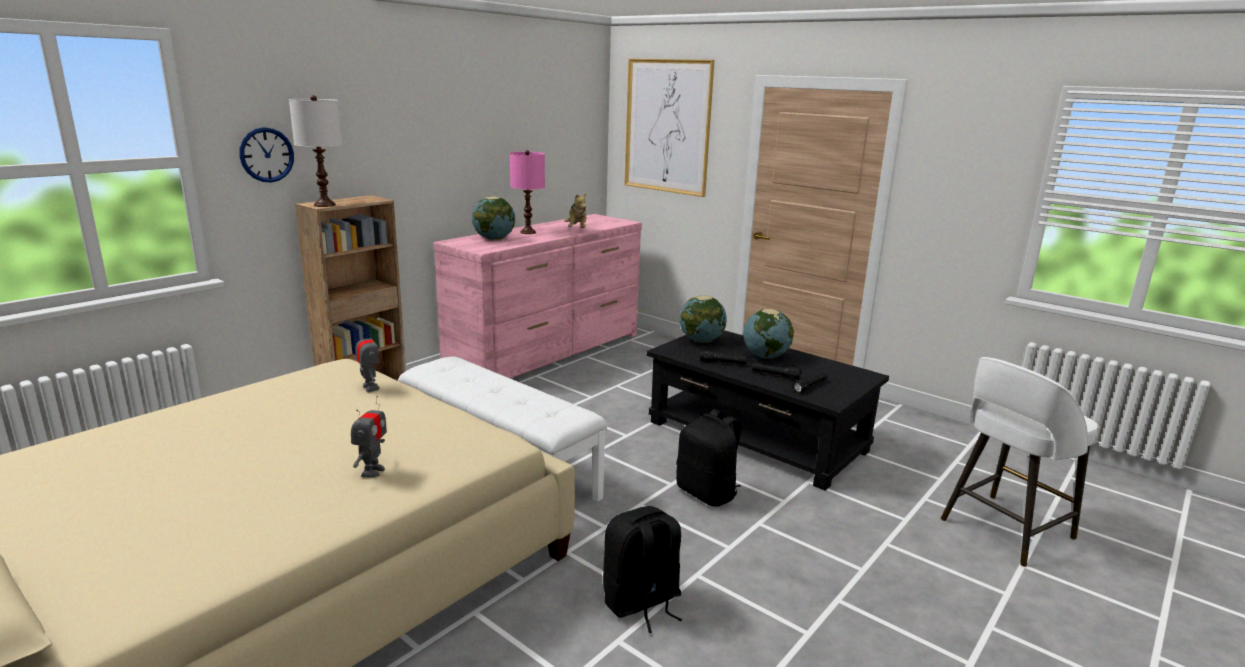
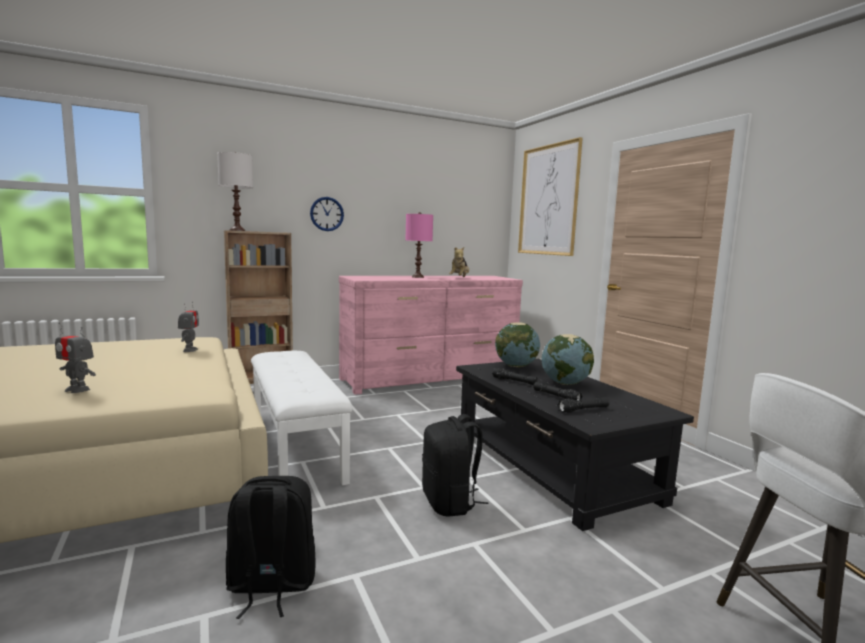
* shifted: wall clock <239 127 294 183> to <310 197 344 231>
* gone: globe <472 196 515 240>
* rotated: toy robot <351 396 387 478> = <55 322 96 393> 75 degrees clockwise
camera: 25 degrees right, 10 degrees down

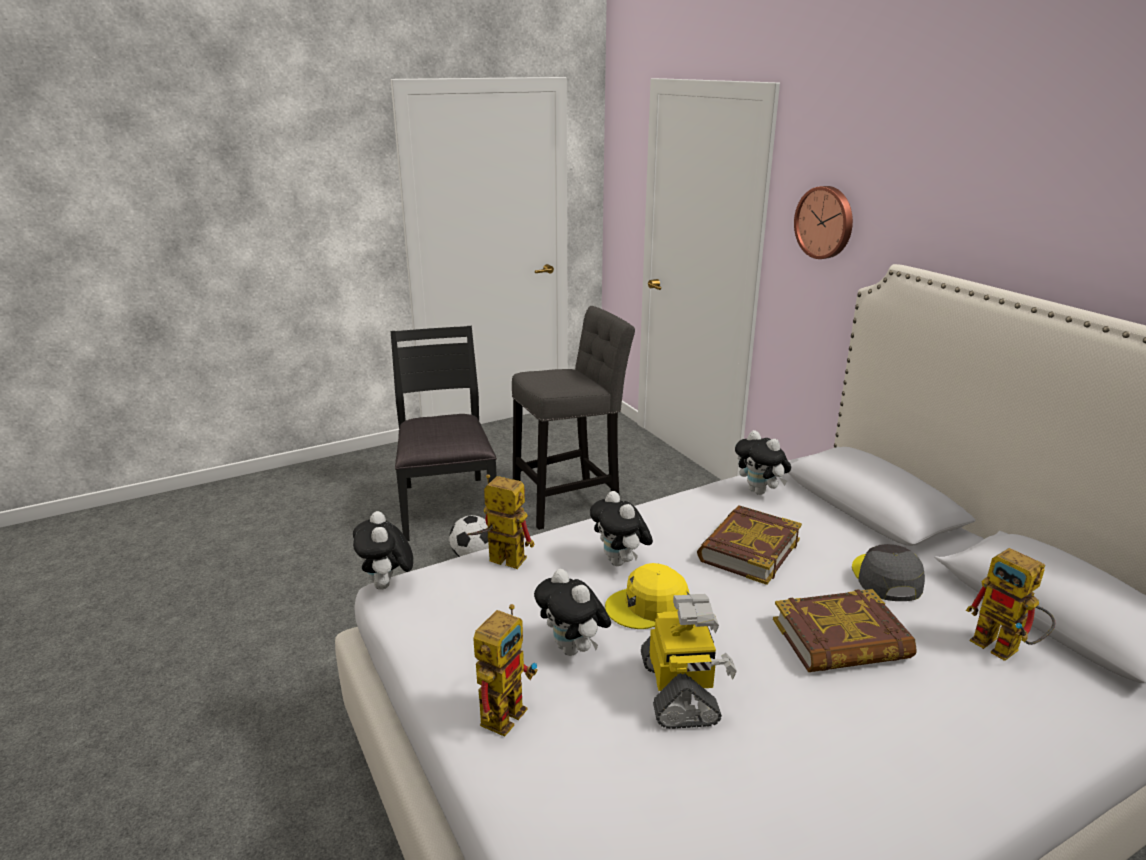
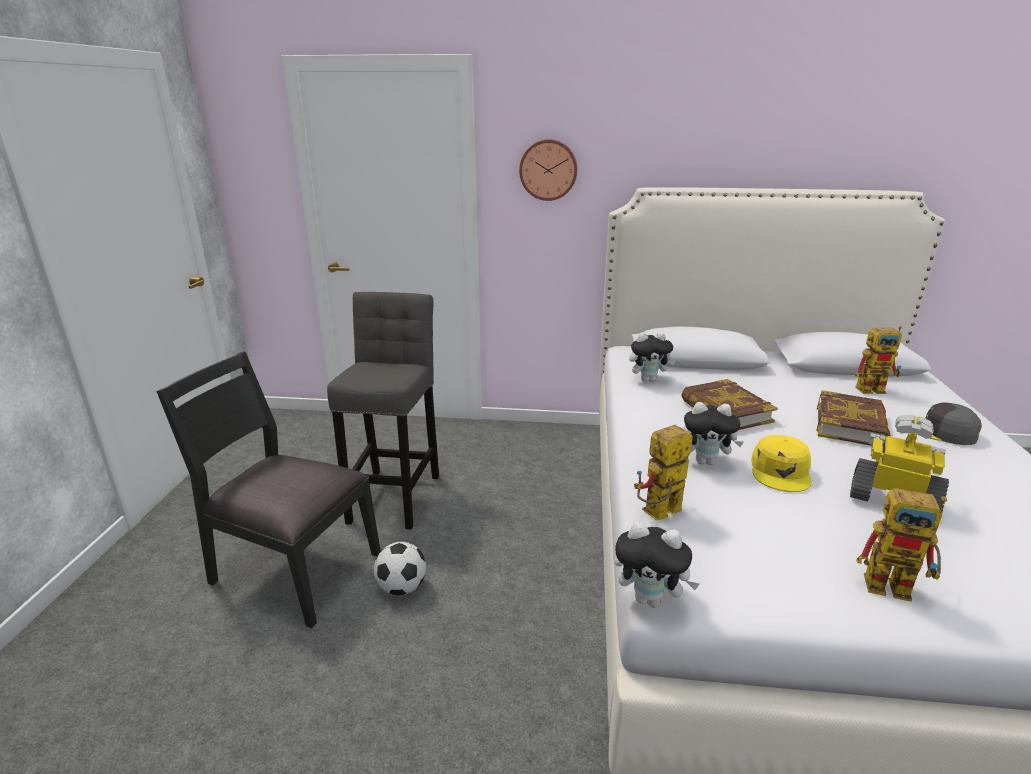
* shifted: cap in grey <852 544 925 601> to <914 402 982 445>
* gone: plush toy <534 569 611 656>
* rotated: toy robot <473 604 538 737> = <856 488 947 602> 135 degrees clockwise
camera: 55 degrees left, 0 degrees up

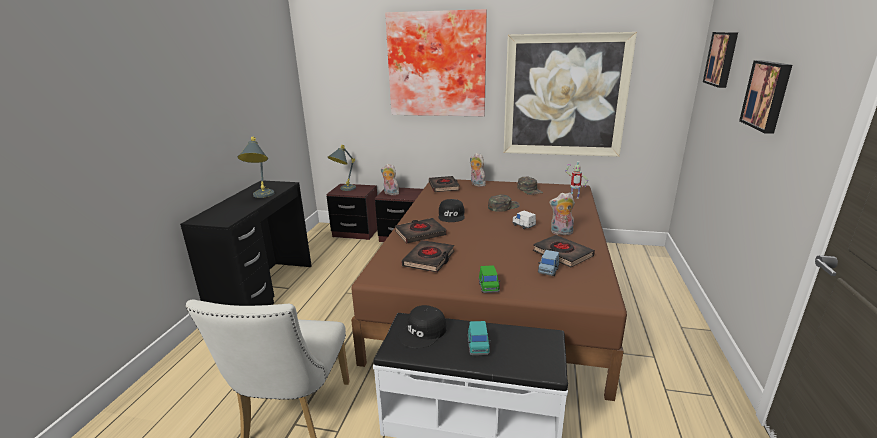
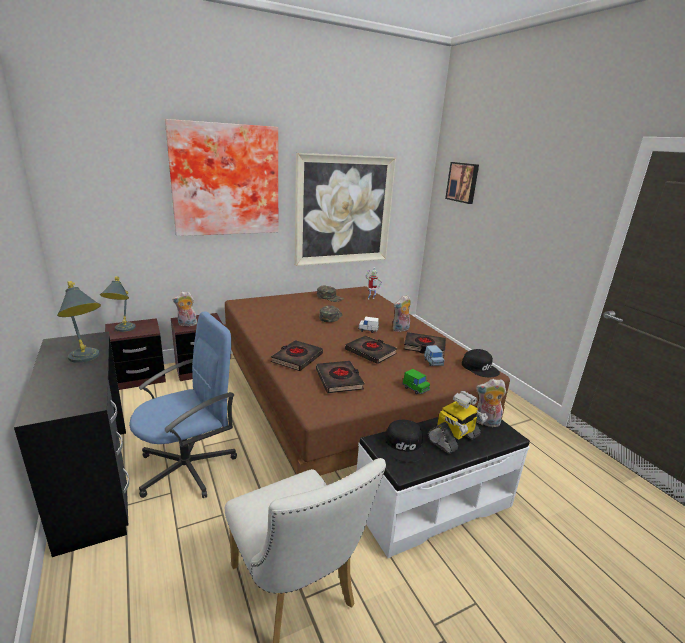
* gone: picture <739 60 792 134>
* shifted: plush toy <470 153 486 187> to <476 379 506 427>
* shifted: book in black <429 176 460 192> to <345 336 397 364>
* shifted: cap in black <438 199 465 222> to <462 349 500 377>
* swapped: toy car in turquoise <468 321 491 355> to toy robot <428 391 488 454>
* new: office chair in blue <129 311 237 498>
camera: 40 degrees left, 0 degrees up

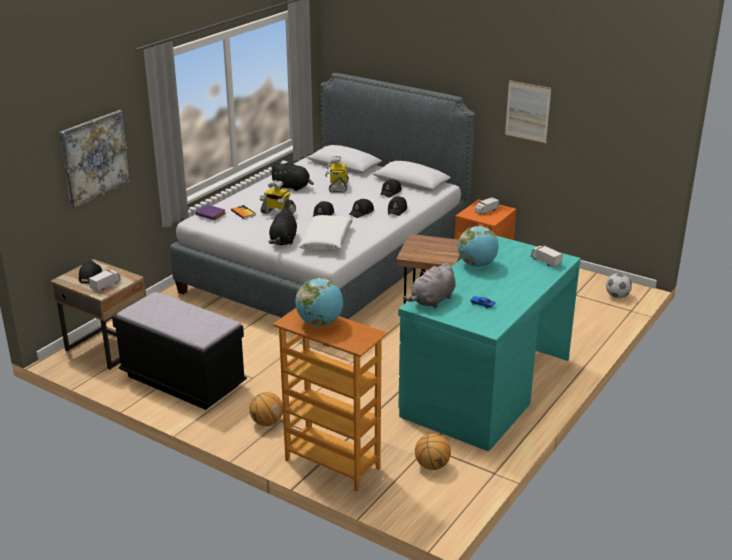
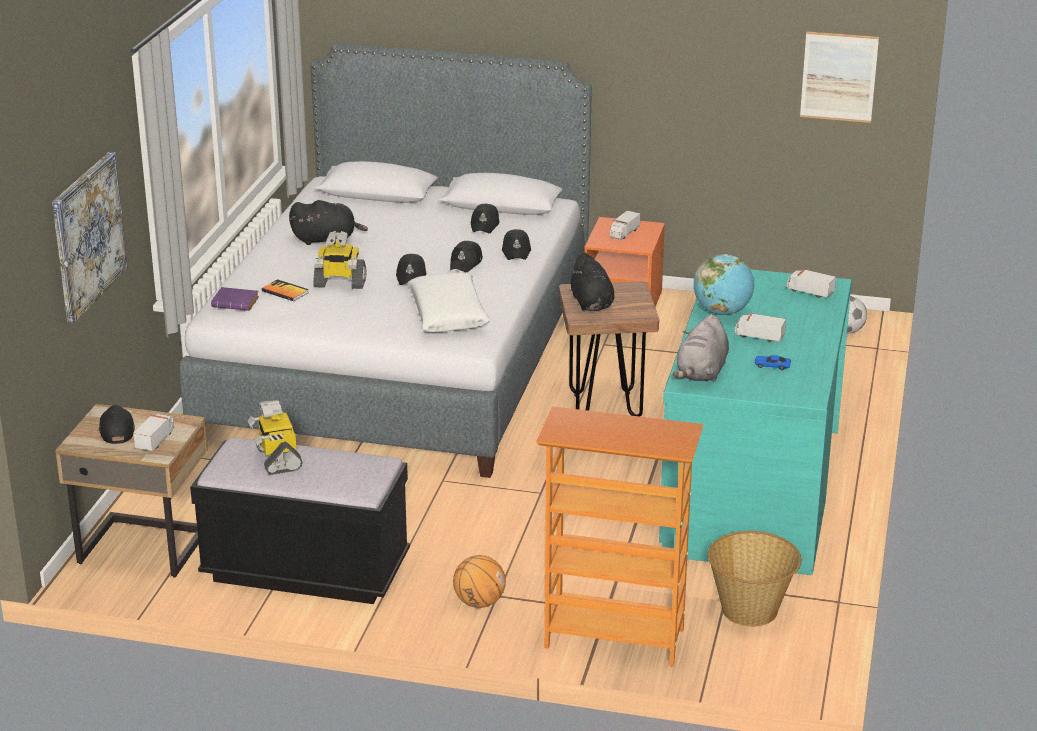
* shifted: picture <505 80 551 144> to <800 31 879 123>
* shifted: toy robot <325 156 349 193> to <248 400 302 475>
* shifted: plush toy in black <268 207 297 245> to <569 252 614 311>
* gone: globe <295 278 343 326>
* swapped: basketball <415 433 451 470> to basket <708 531 802 627>
* new: toy truck <735 313 786 342>
camera: 20 degrees left, 0 degrees up

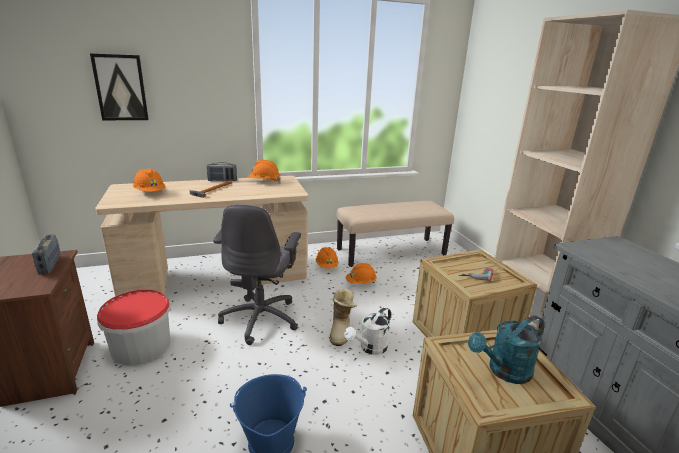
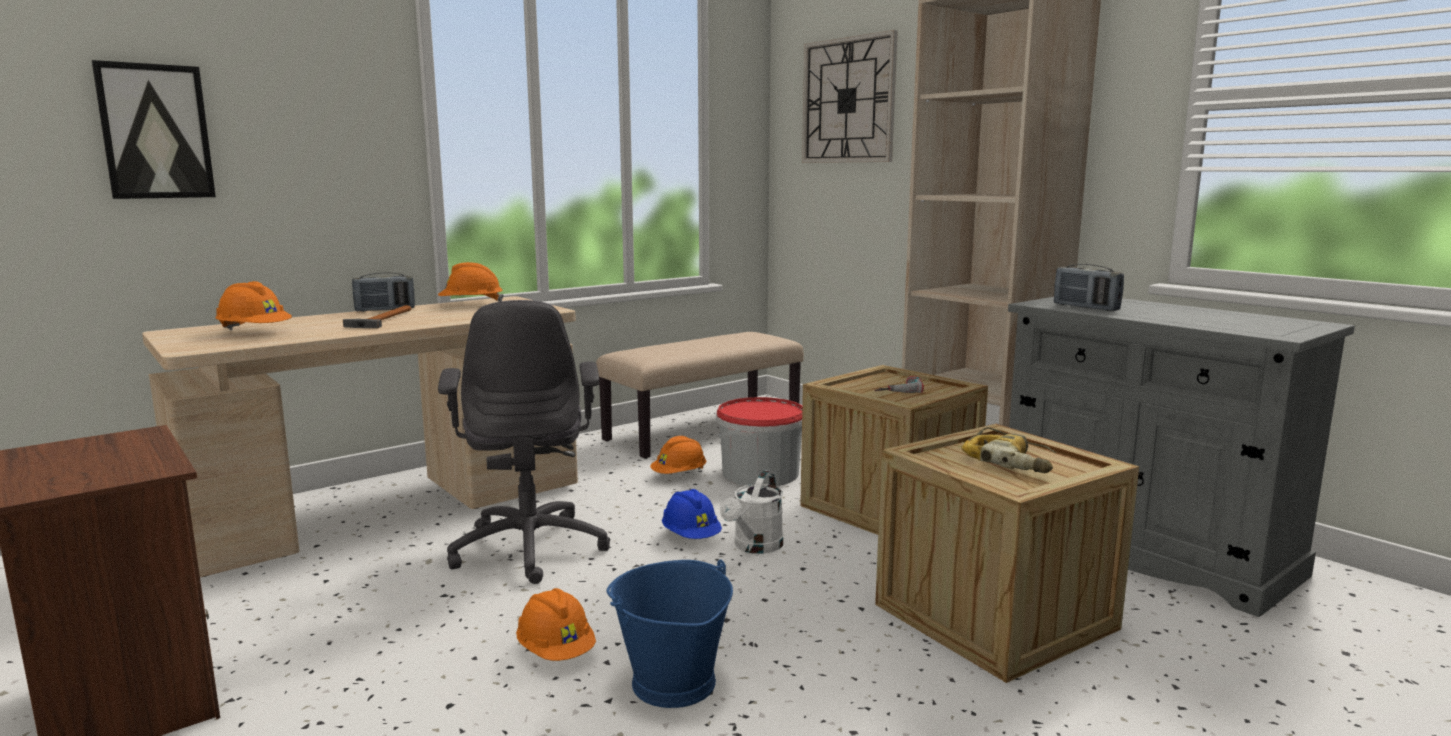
* shifted: radio <32 234 61 275> to <1054 264 1124 311>
* shifted: hard hat in orange <315 247 338 269> to <516 588 596 661>
* swapped: boot <330 288 357 346> to hard hat in blue <662 489 722 539>
* shifted: bucket <97 289 171 365> to <716 397 802 486>
* swapped: watering can in turquoise <468 315 545 384> to power drill <962 427 1056 473>
* new: wall clock <802 30 898 163>
camera: 20 degrees left, 10 degrees down

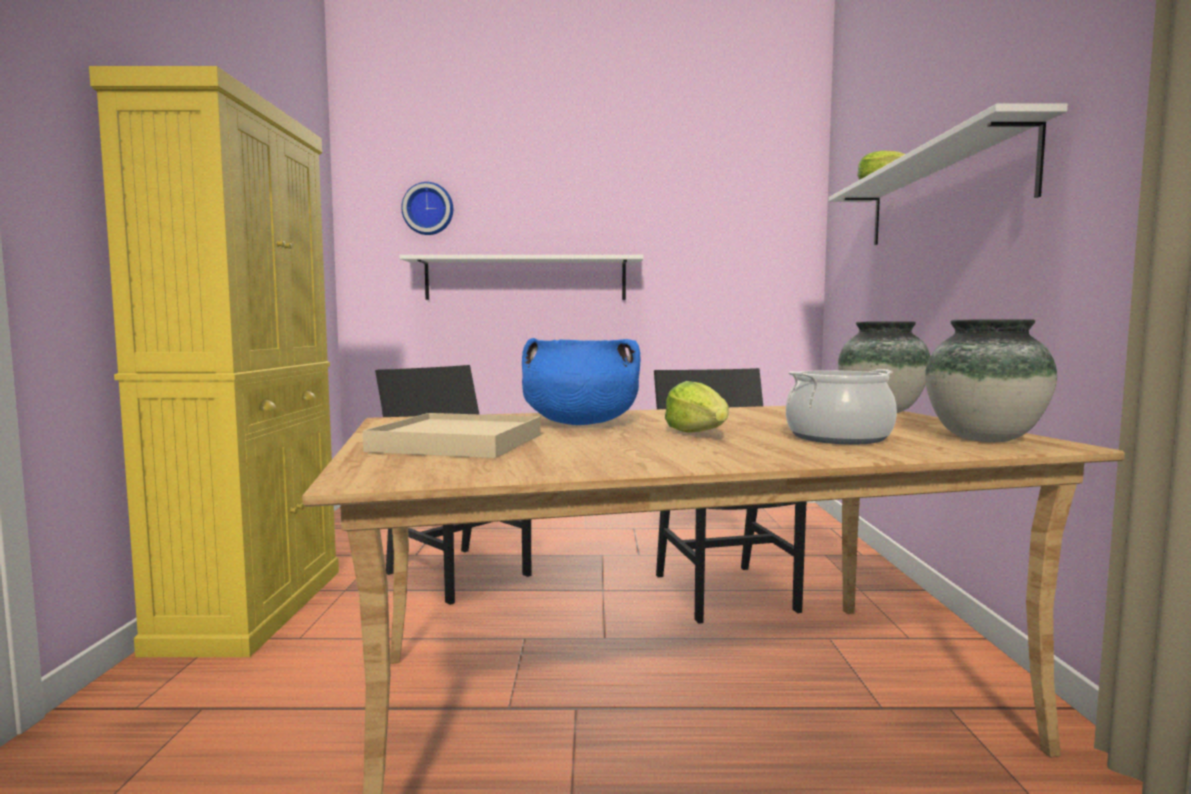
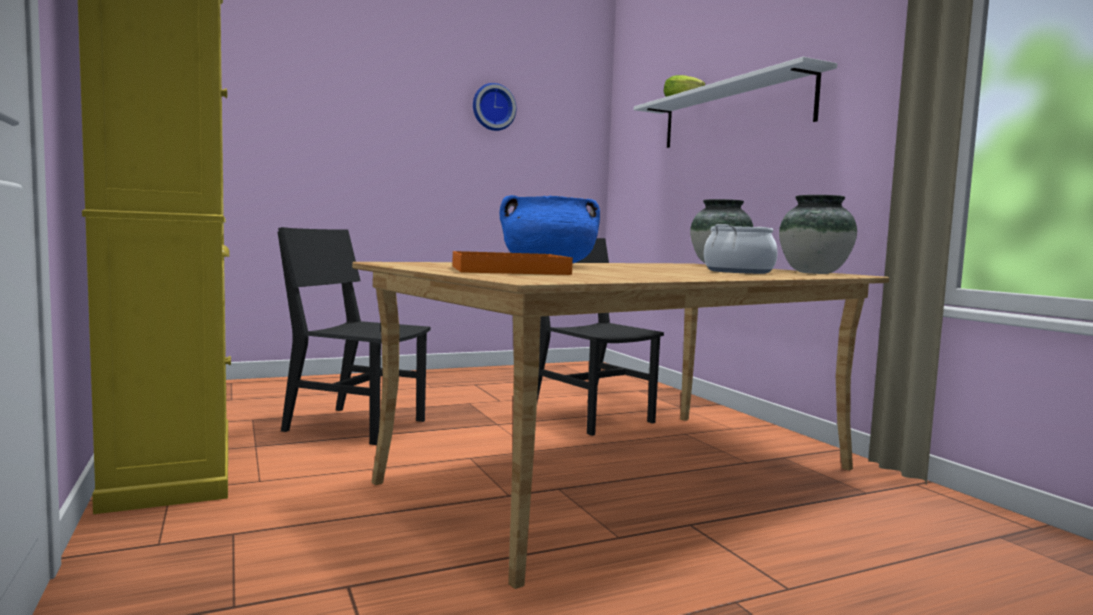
* shifted: wall clock <401 182 453 235> to <473 83 516 131>
* gone: shelf in white <399 255 644 300>
* gone: lettuce <665 381 729 433>
* repainted: tray in beige <363 413 541 458> to tray in orange <452 251 573 275>
camera: 25 degrees left, 0 degrees up

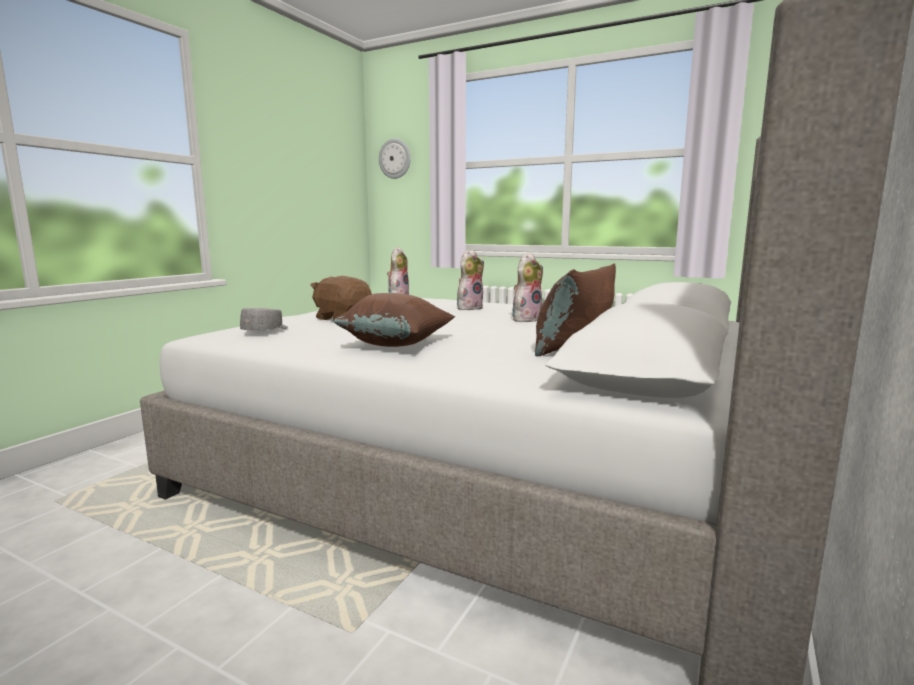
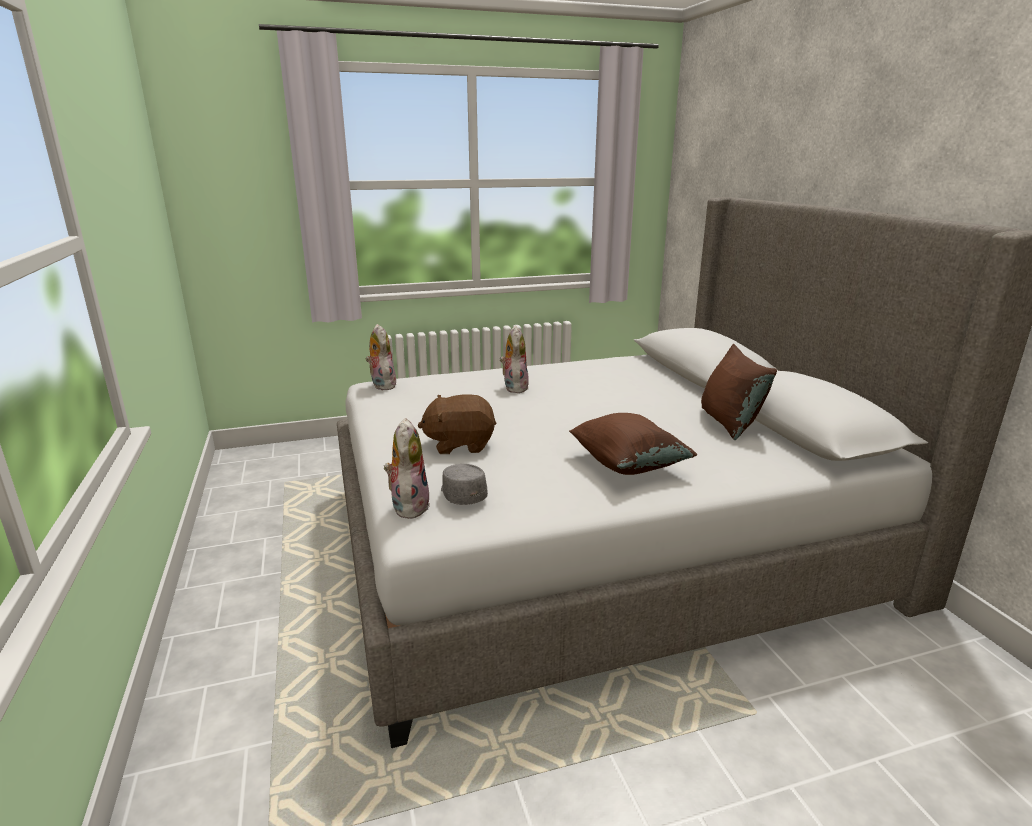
* gone: wall clock <379 138 411 179>
* shifted: plush toy <513 253 543 322> to <384 418 430 519>
camera: 45 degrees left, 10 degrees up

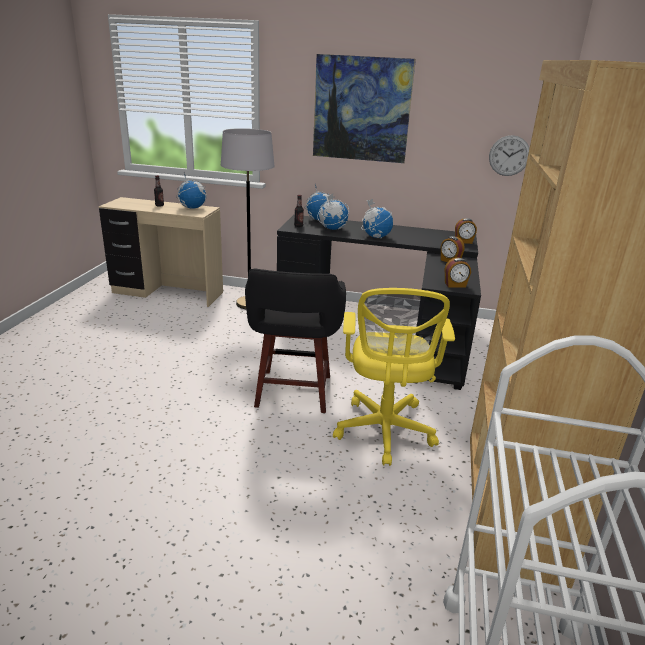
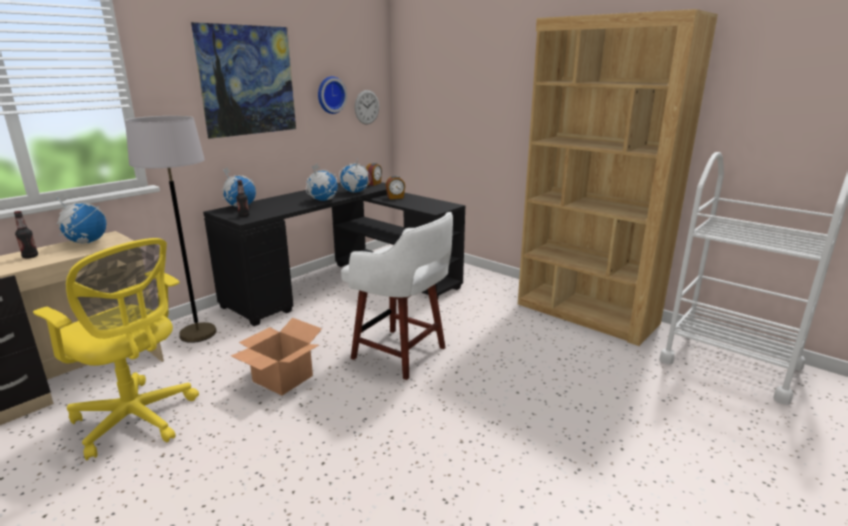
* shifted: globe <317 193 349 230> to <339 158 371 193>
* gone: alarm clock <445 257 471 288>
* repainted: stool in black <245 268 346 413> to stool in white <341 212 453 380>
* shifted: office chair in yellow <333 288 455 466> to <33 238 199 460>
* new: wall clock <318 76 347 114>
* new: cardboard box <231 318 322 396>
camera: 60 degrees left, 5 degrees down

